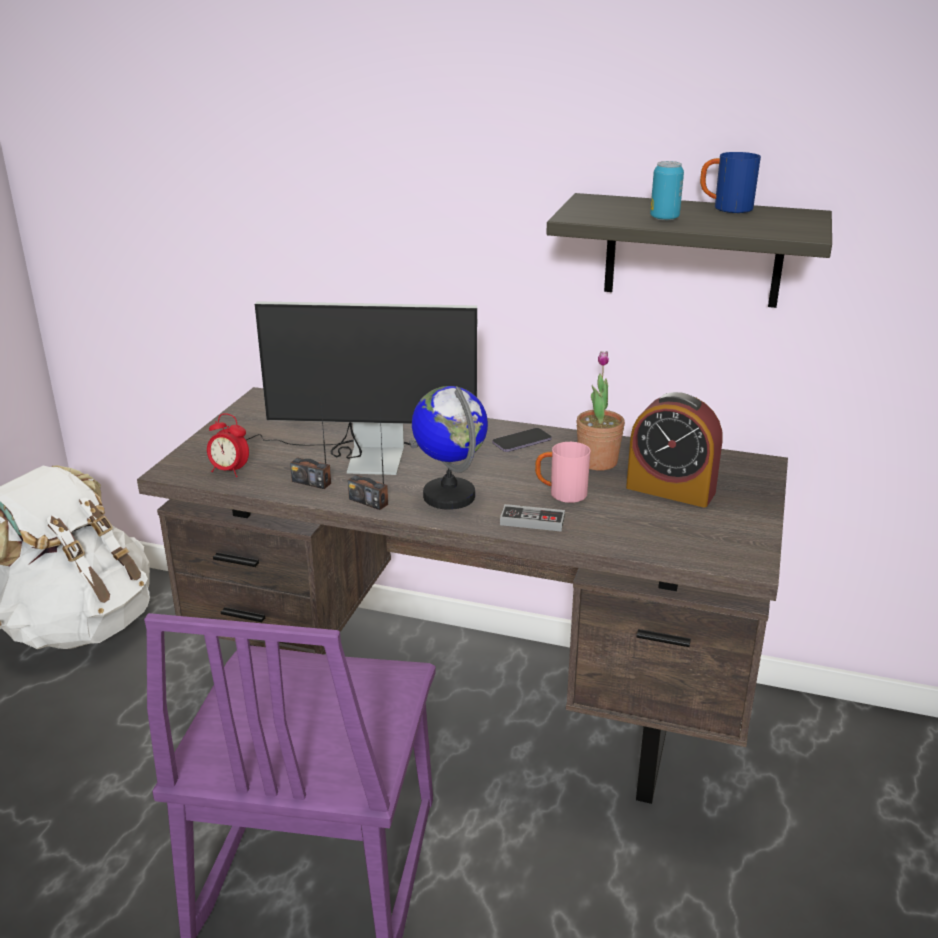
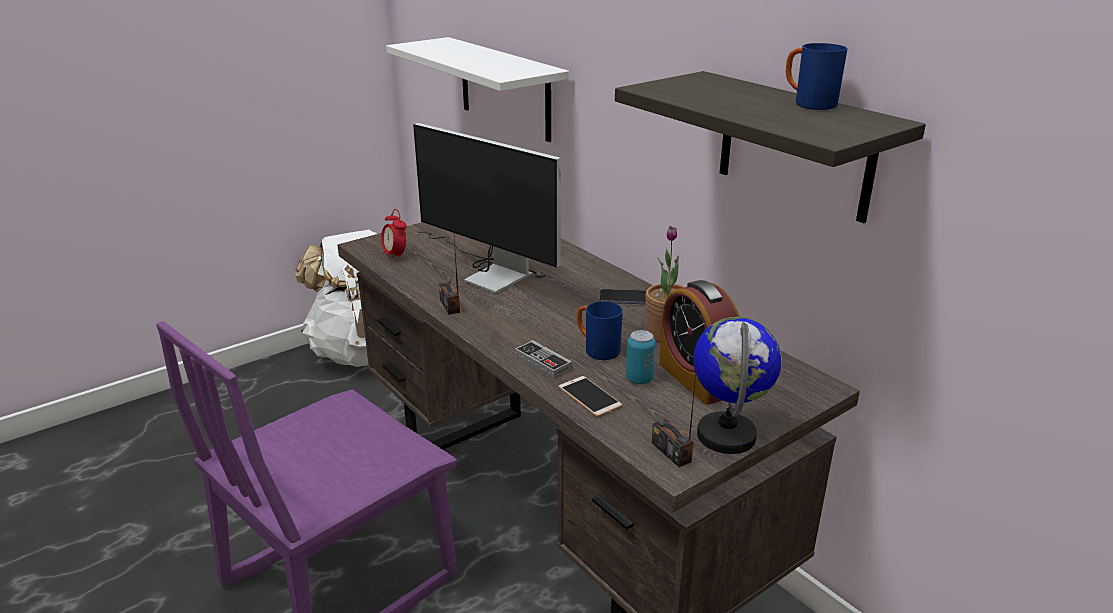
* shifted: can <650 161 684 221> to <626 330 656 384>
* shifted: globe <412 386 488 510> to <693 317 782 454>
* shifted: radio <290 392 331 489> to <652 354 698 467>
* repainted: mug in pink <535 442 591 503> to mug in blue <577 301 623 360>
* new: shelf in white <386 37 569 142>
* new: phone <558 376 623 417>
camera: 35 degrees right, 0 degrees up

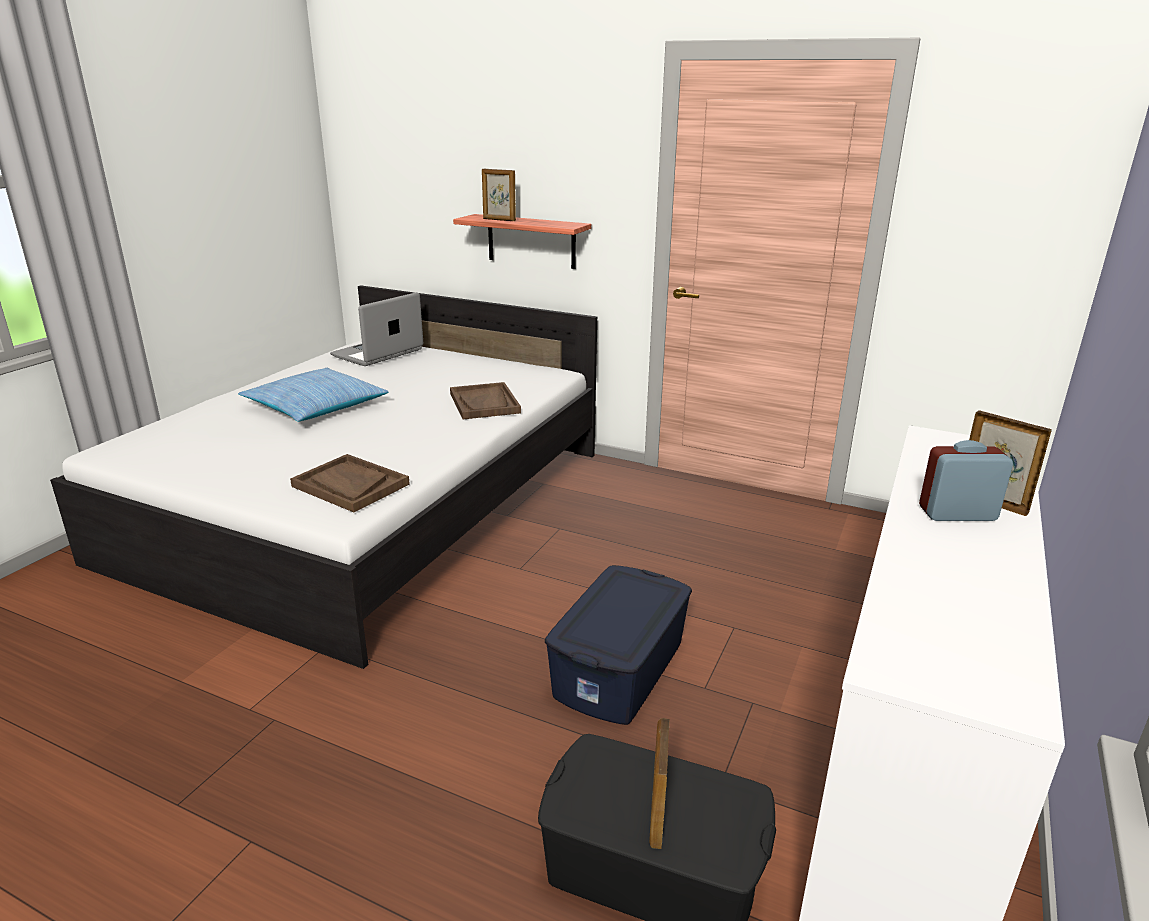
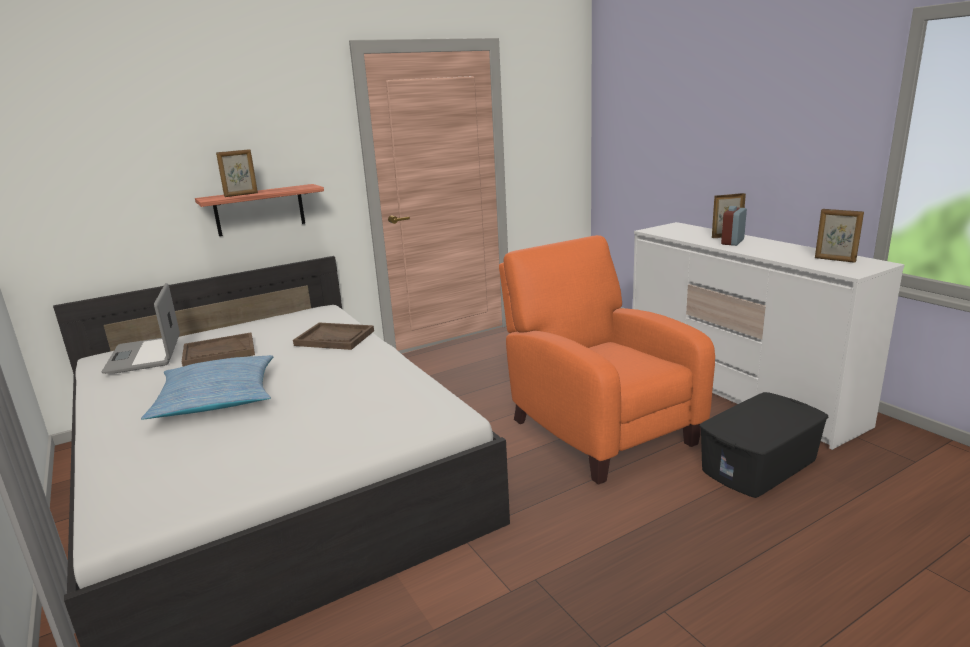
* shifted: tray in brown <290 454 410 512> to <182 333 255 366>
* swapped: storage box in blue <545 565 692 725> to armchair in orange <499 235 715 485>
* shifted: picture frame <649 718 669 849> to <815 209 864 263>
camera: 55 degrees left, 5 degrees down

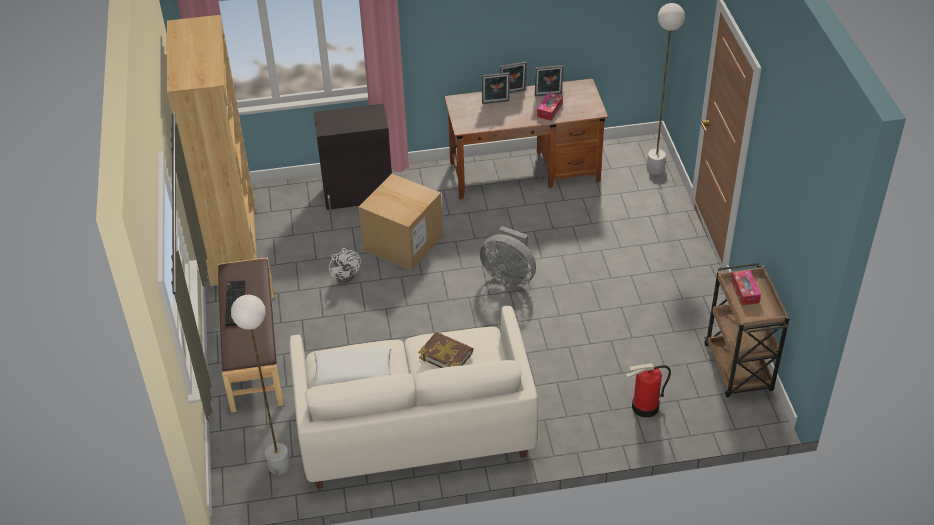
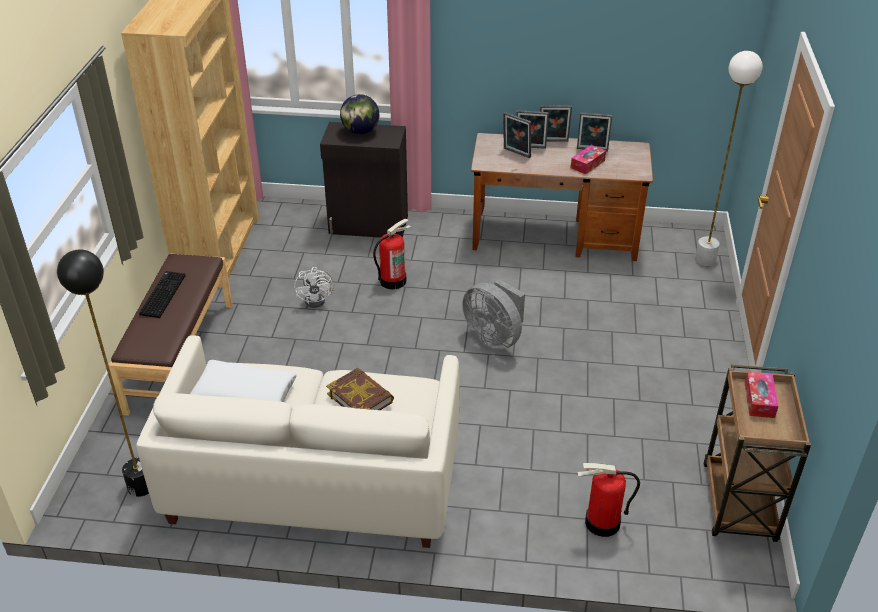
* swapped: cardboard box <359 174 443 271> to fire extinguisher <373 218 411 289>
* repainted: floor lamp in white <231 295 290 475> to floor lamp in black <57 249 149 497>
* new: globe <340 94 379 134>
* new: picture frame <503 112 531 158>
camera: 15 degrees right, 5 degrees down

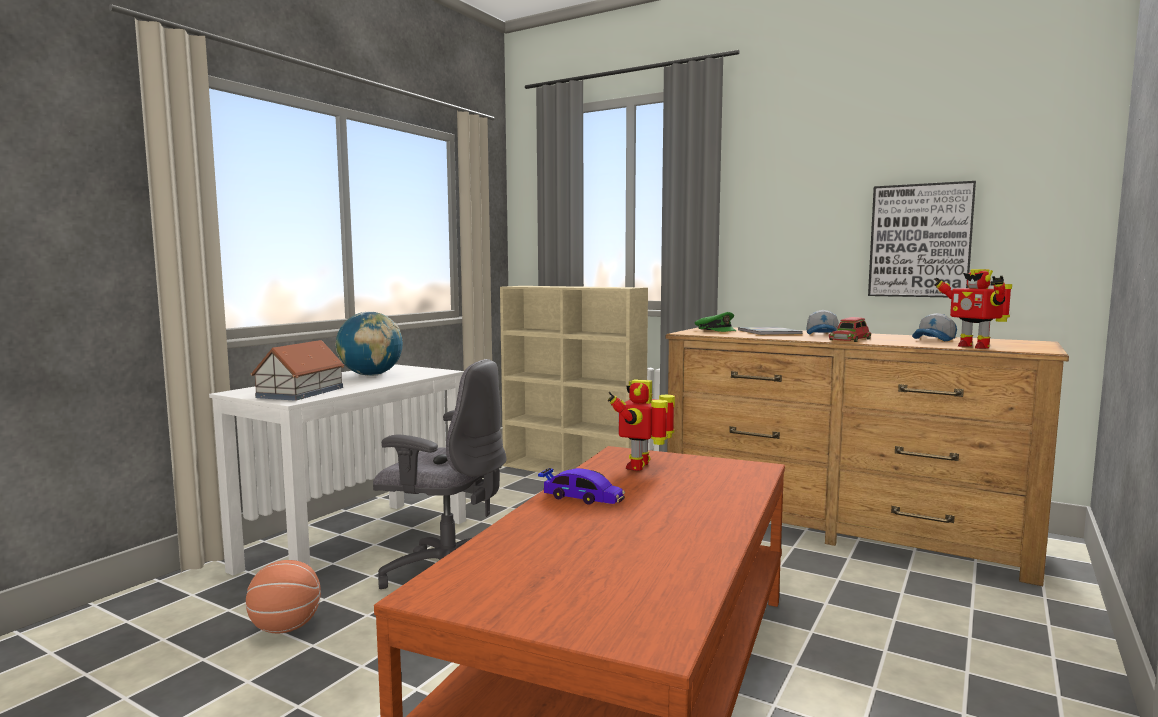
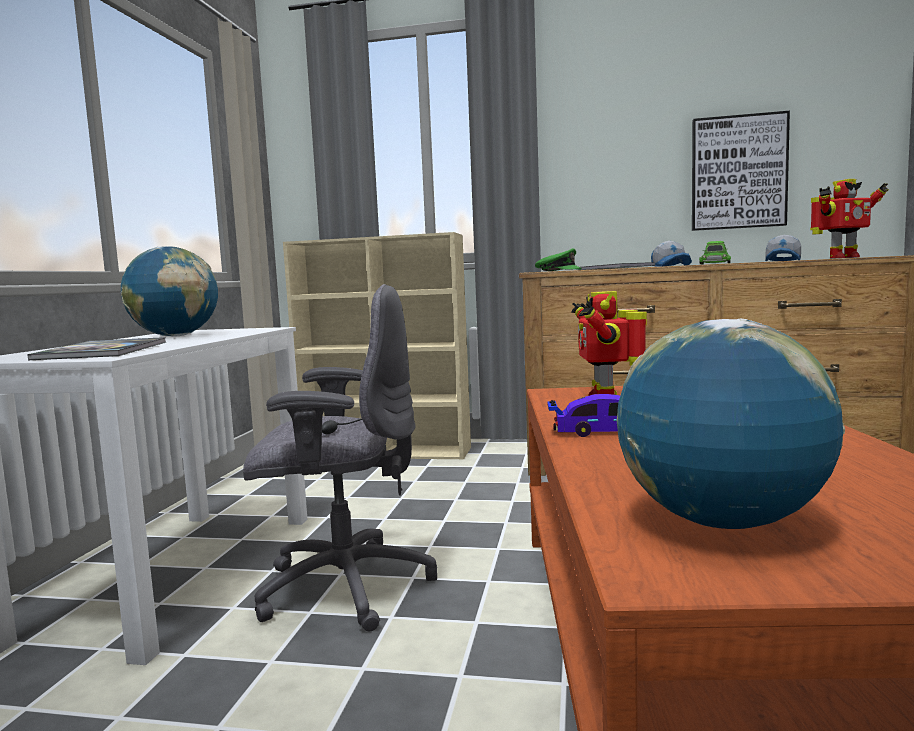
* rotated: toy robot <934 269 1012 349> = <810 179 889 258> 60 degrees counterclockwise
* repainted: toy car in red <829 317 871 342> to toy car in green <699 241 731 264>
* swapped: toy house <251 340 344 401> to book <27 337 167 360>
* gone: basketball <246 560 321 634>
* new: globe <617 318 845 529>
camera: 20 degrees left, 0 degrees up

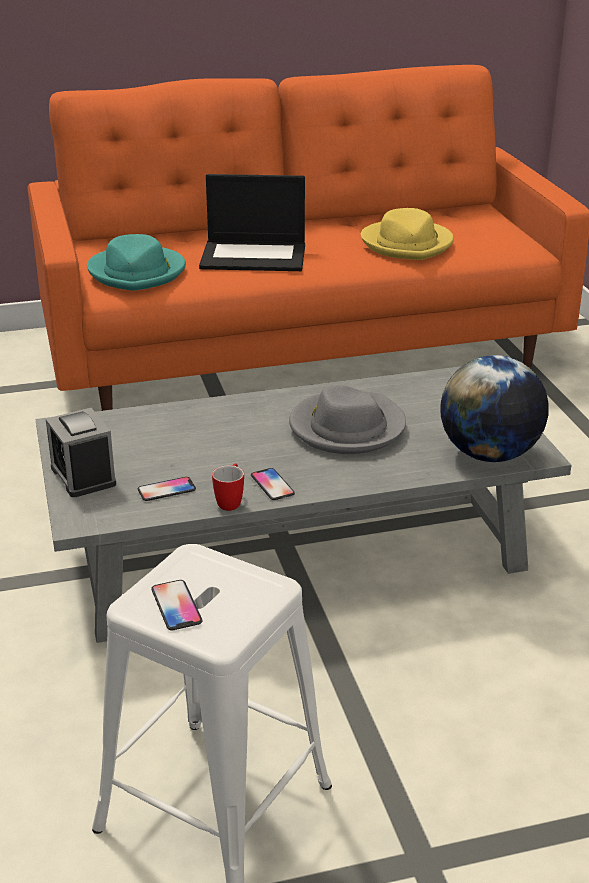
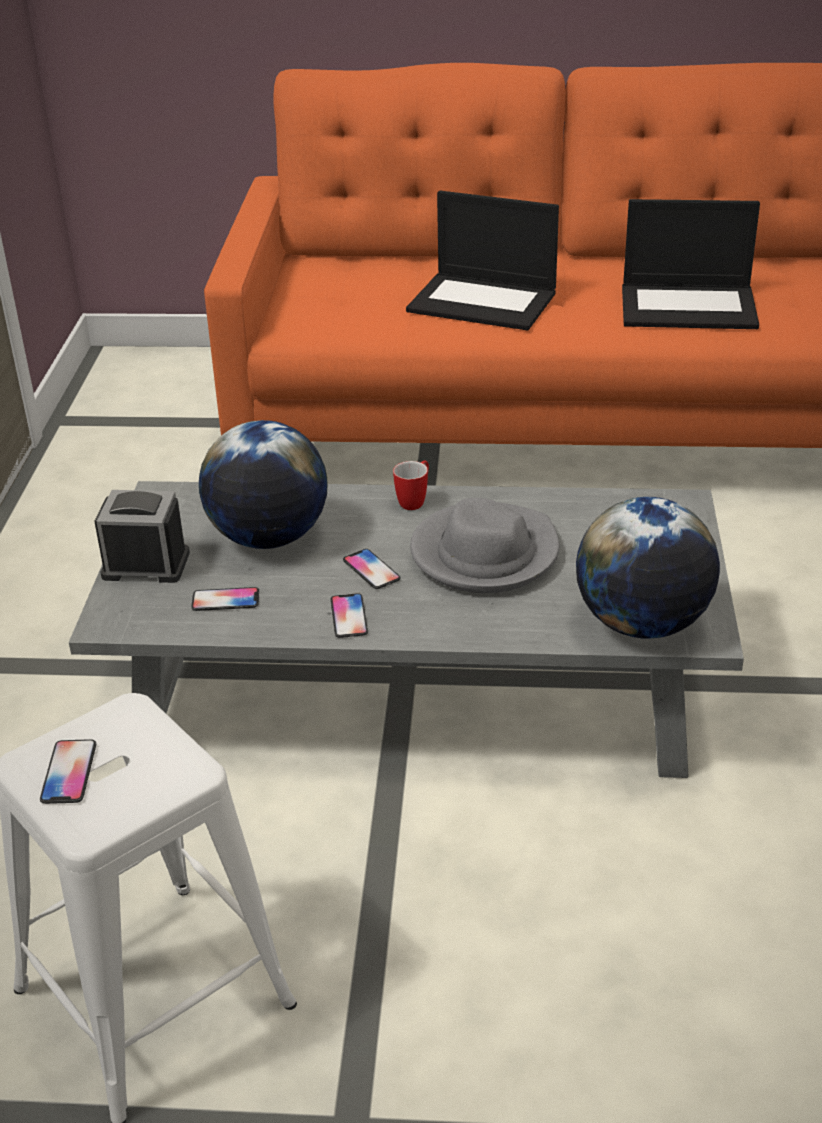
* swapped: hat in yellow <361 208 454 260> to laptop <622 199 760 329>
* gone: hat in turquoise <87 234 186 291>
* rotated: alarm clock <46 408 116 497> = <94 490 190 583> 105 degrees clockwise
* shifted: mug <212 463 244 511> to <393 460 429 510>
* new: globe <199 420 328 549>
* new: phone <343 549 400 589>
camera: 20 degrees right, 5 degrees up

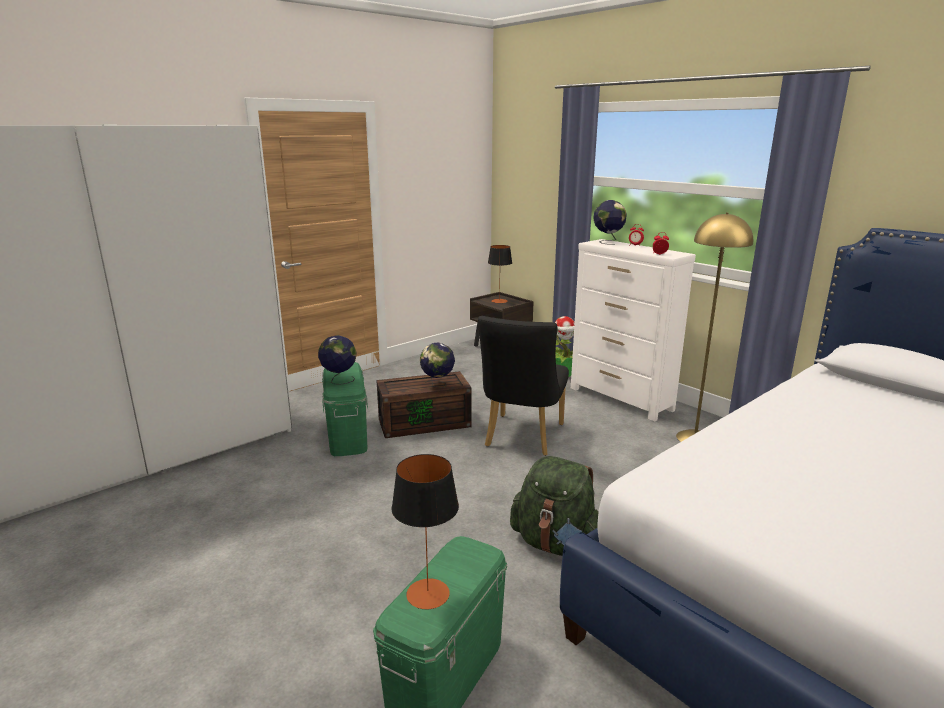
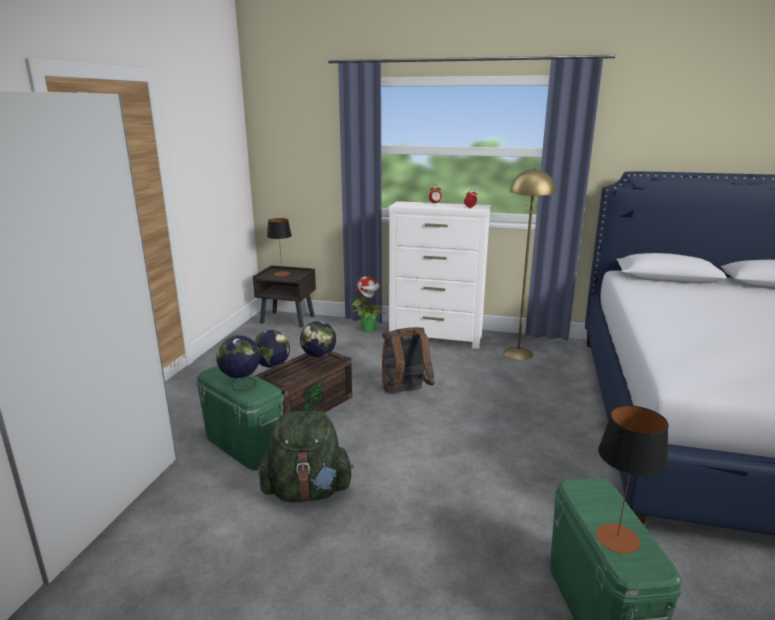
* shifted: globe <594 200 627 245> to <254 330 290 382>
* swapped: chair in black <478 316 569 456> to backpack in brown <382 327 435 393>
* shifted: backpack in green <510 456 599 556> to <259 411 354 503>
camera: 35 degrees left, 0 degrees up

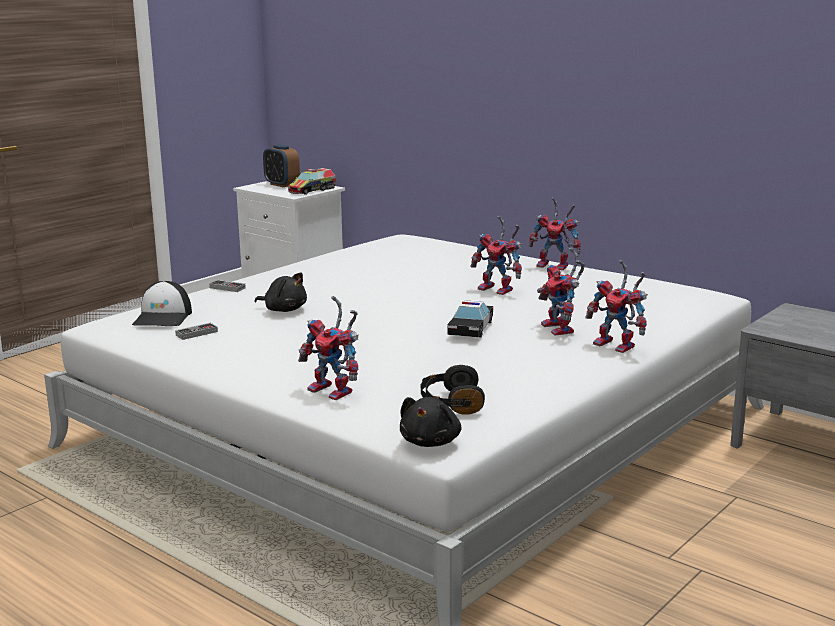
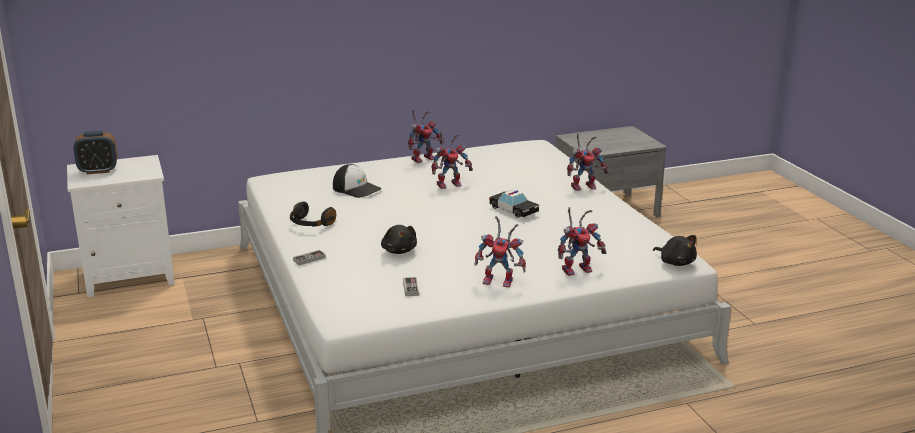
* gone: toy truck <288 168 336 195>
* shifted: toy robot <537 247 584 336> to <474 216 526 287>
* rotated: plush toy in black <254 273 307 312> = <381 225 417 254> 105 degrees clockwise
* shifted: cap <132 281 192 326> to <333 164 381 198>
* shifted: headphones in black <421 365 485 415> to <290 202 336 227>
camera: 60 degrees left, 5 degrees up

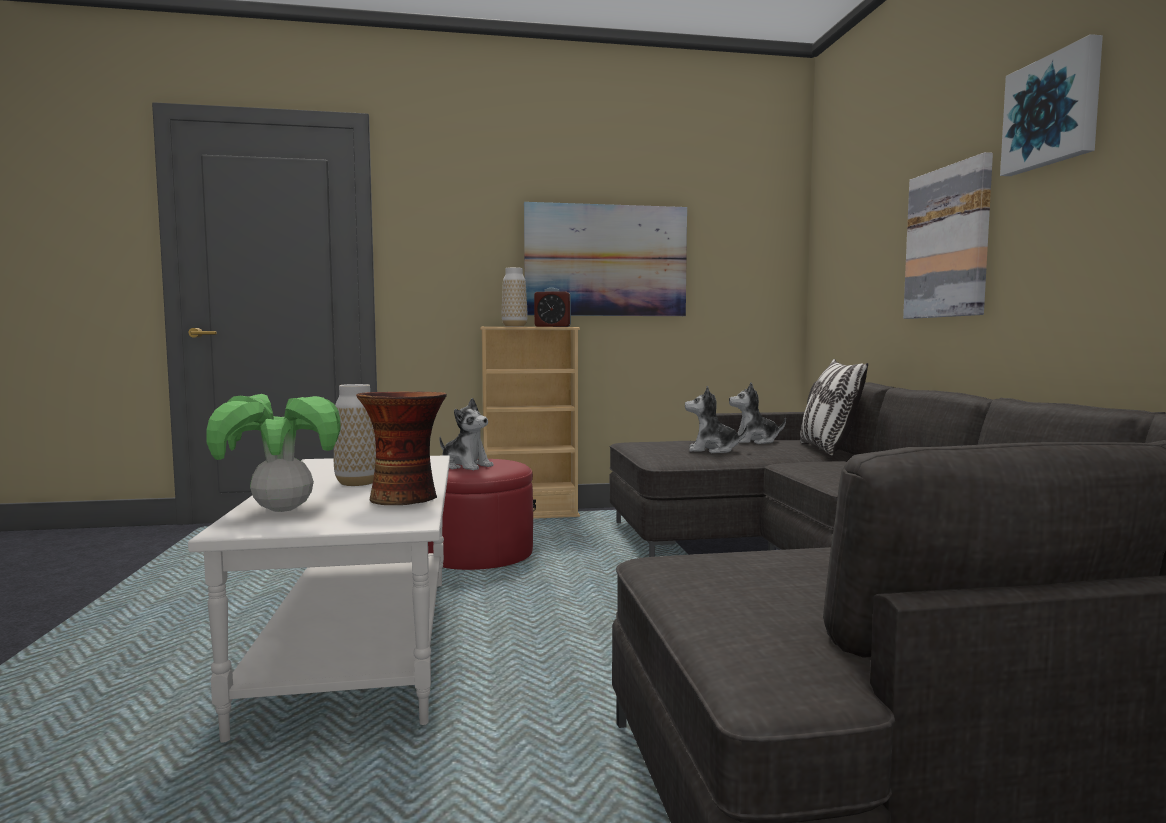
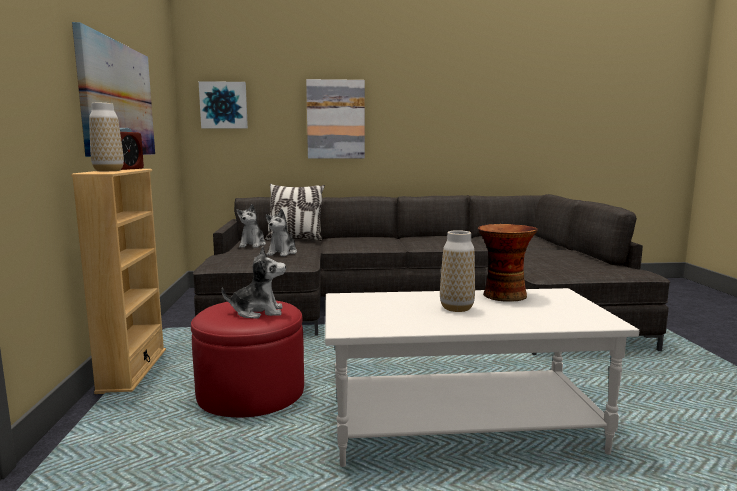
* shifted: picture <1000 34 1103 176> to <199 81 248 129>
* gone: potted plant <207 394 341 512>
* rotated: plush toy <439 398 494 470> = <221 246 286 319> 45 degrees clockwise
camera: 85 degrees left, 5 degrees up

